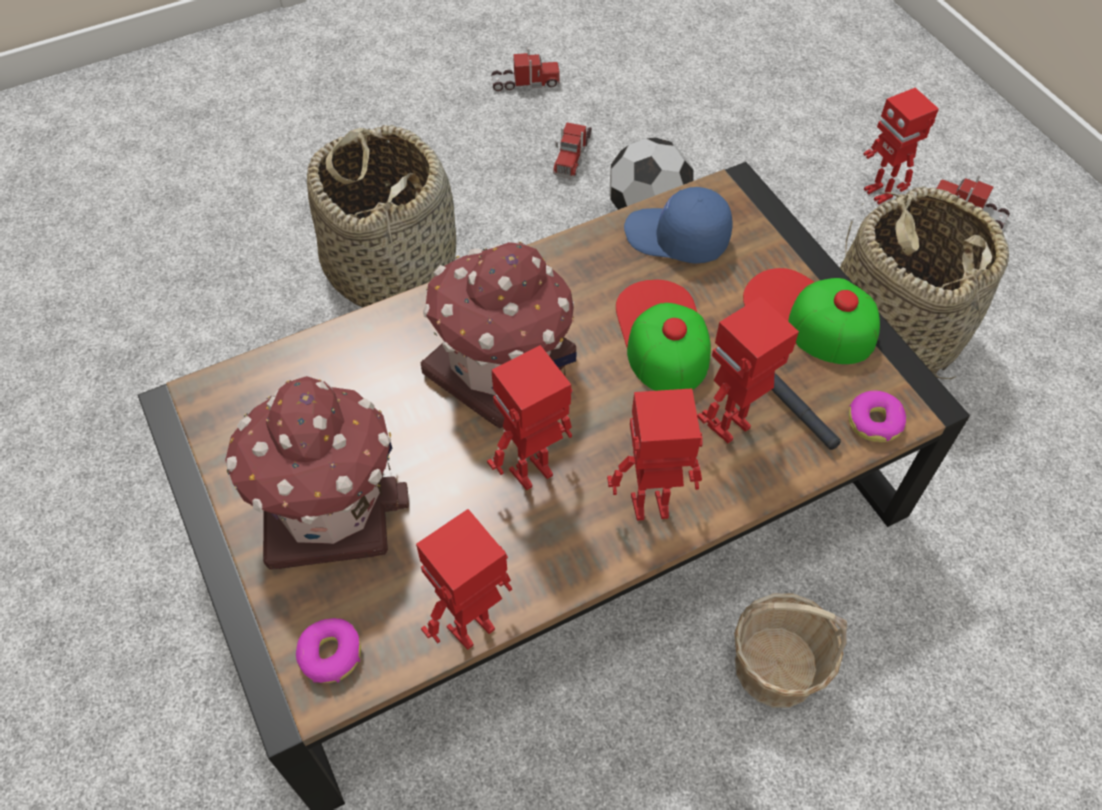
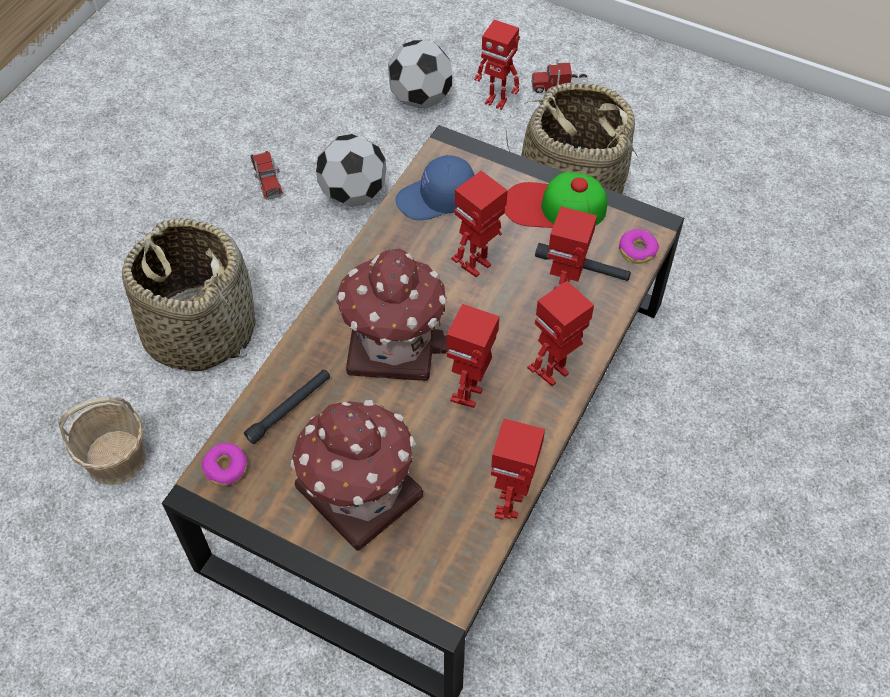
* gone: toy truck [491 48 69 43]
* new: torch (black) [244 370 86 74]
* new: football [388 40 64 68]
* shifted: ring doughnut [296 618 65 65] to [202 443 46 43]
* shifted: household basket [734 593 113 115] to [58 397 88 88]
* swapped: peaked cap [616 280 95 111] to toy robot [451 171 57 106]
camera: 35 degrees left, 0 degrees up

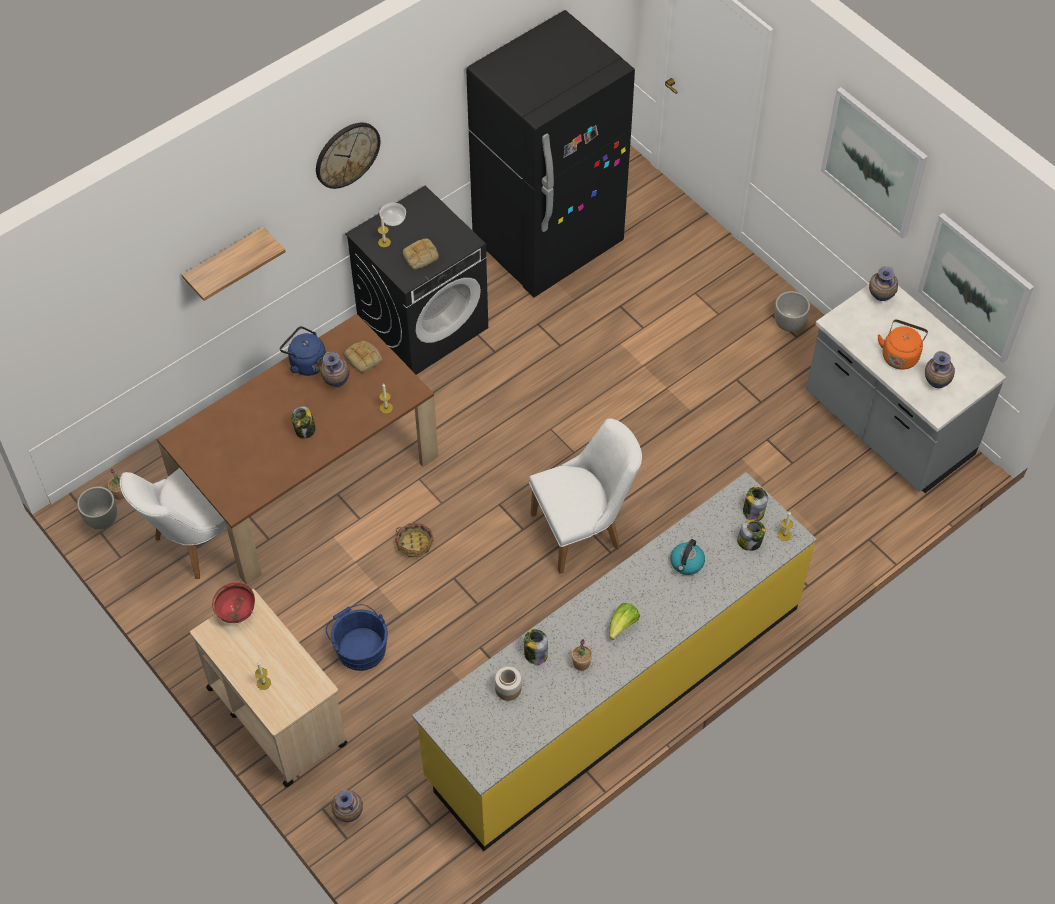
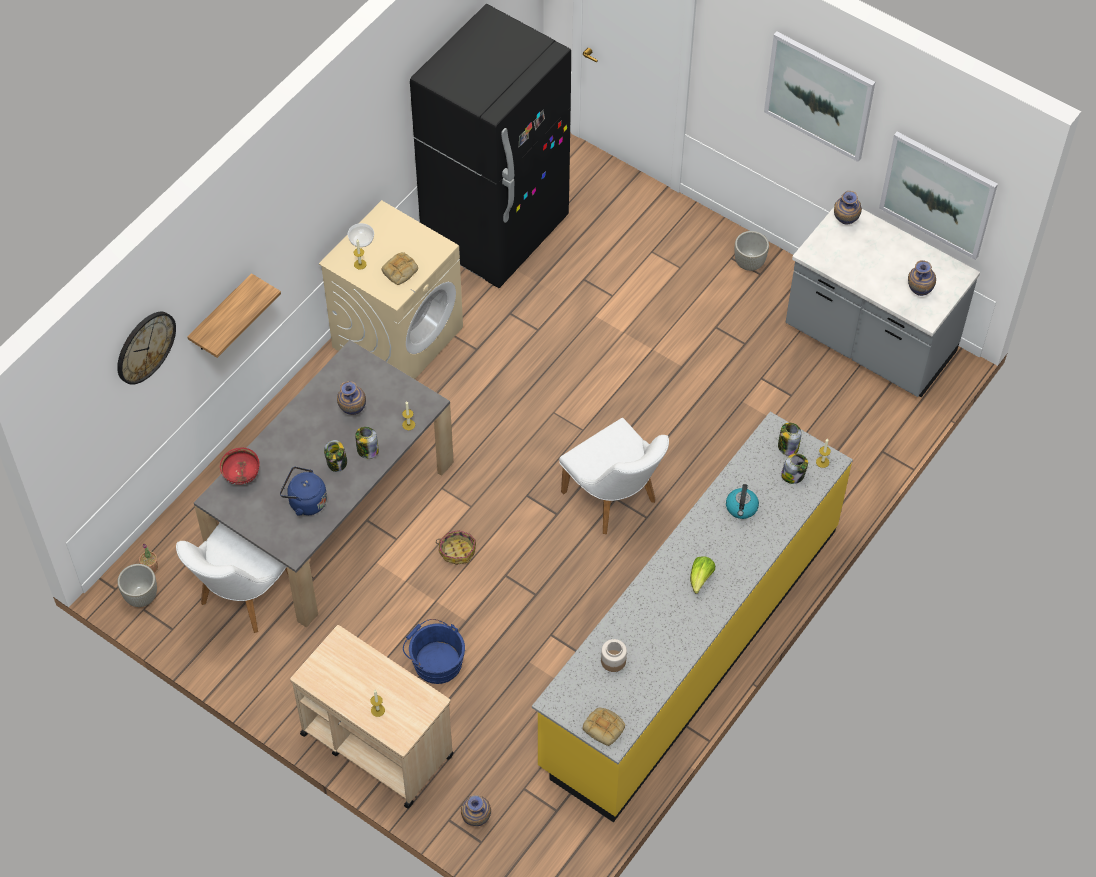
* gone: houseplant [572 639 20 32]
* gone: tea kettle (orangey) [877 319 51 51]
* shifted: deep dish (red-coloured) [212 583 43 40] to [220 448 39 37]
* shifted: tea kettle (bluish) [280 326 46 50] to [280 466 47 50]
* shifted: wall clock [316 123 64 66] to [117 312 59 73]
* shifted: baked bread [344 341 38 32] to [583 708 42 38]
* shifted: preserve jar [524 629 24 36] to [355 427 24 32]
* repainted: dinner table (brown) [157 314 281 271] to dinner table (grey) [194 340 260 287]
* repainted: laundry machine (black) [345 185 143 190] to laundry machine (beige-coloured) [319 200 144 179]
* rotated: upright chair (white) [529 419 113 155] = [559 418 110 116] 90 degrees clockwise
camera: 15 degrees left, 0 degrees up

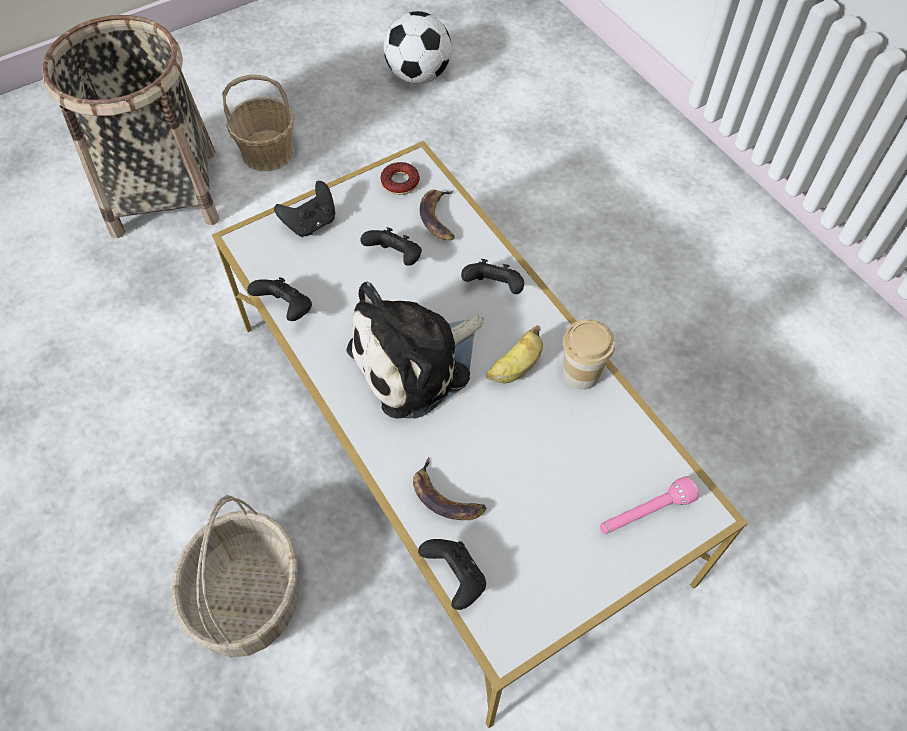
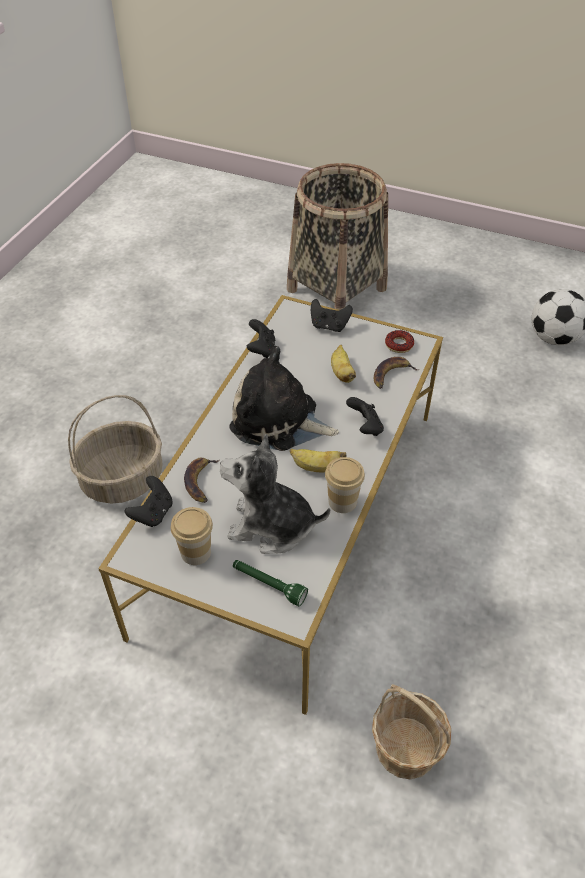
* new: small cup [171 507 42 58]
* new: cuddly toy [220 434 110 120]
* shifted: household basket [222 74 72 97] to [372 684 79 96]
* swapped: game controller (black) [360 227 62 39] to whole banana [331 345 25 38]
* repainted: torch (pink) [600 476 99 58] to torch (green-coloured) [233 560 75 46]
camera: 55 degrees right, 10 degrees down

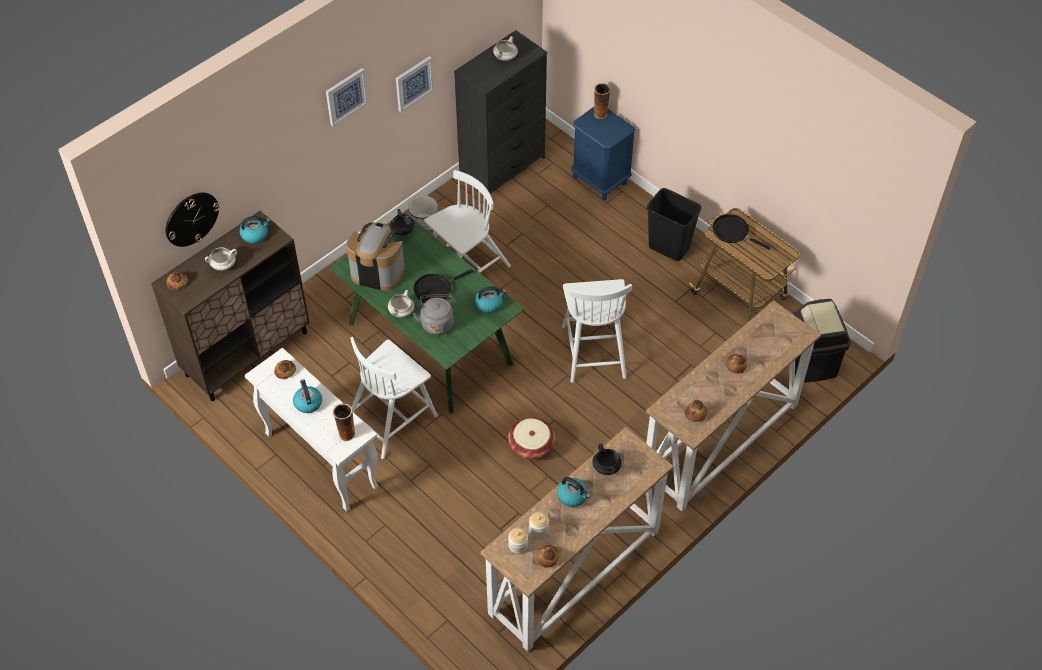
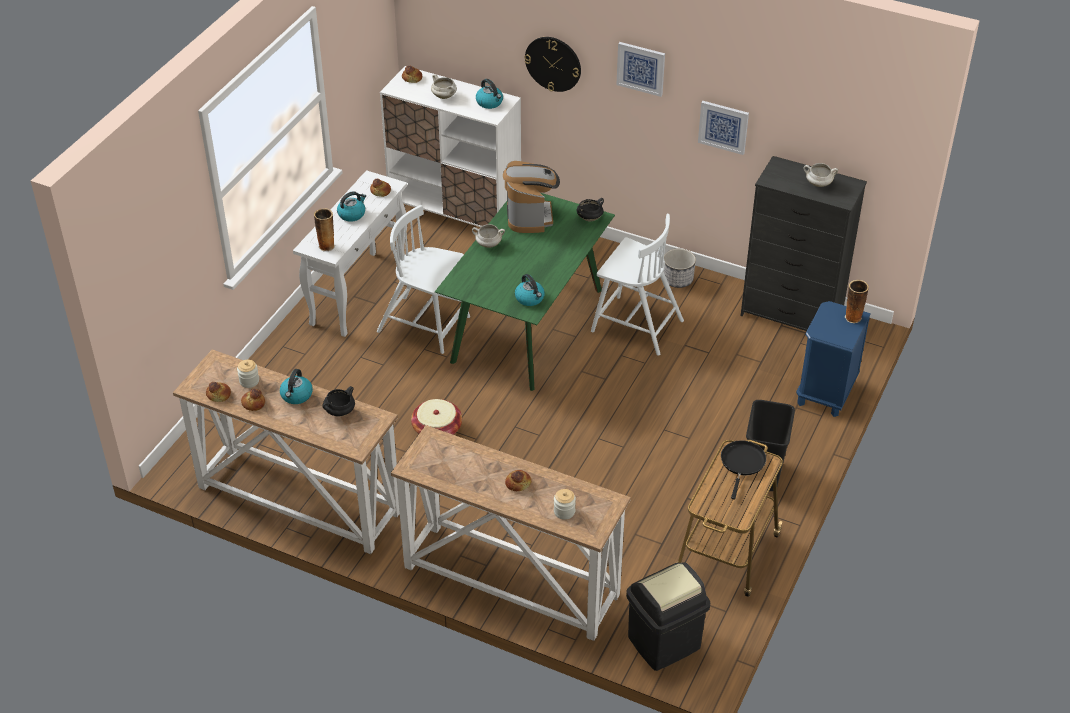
* gone: pan (black) [413 269 61 34]
* gone: tea kettle (grey) [413 294 41 41]
* gone: upright chair (white) [562 279 70 104]
* shifted: wall clock [166 193 54 54] to [524 37 57 55]
* shifted: preserve jar [508 528 20 26] to [554 489 22 31]
* shifted: baked bread [684 400 23 22] to [241 389 24 22]
* repainted: cabinet (brown) [151 211 159 190] to cabinet (white) [380 66 141 161]
camera: 70 degrees right, 10 degrees down

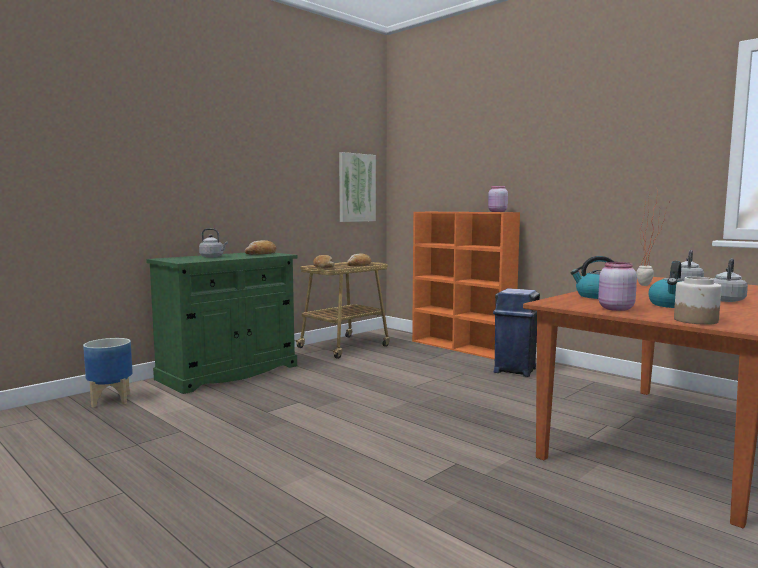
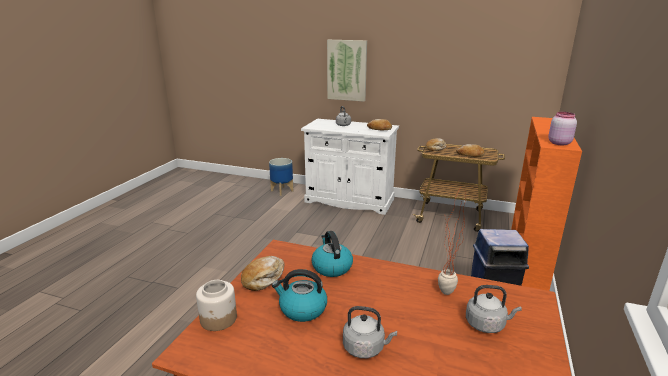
* shifted: picture [339 152 37 70] to [327 40 40 62]
* swapped: preserve jar (pink) [598 262 39 49] to baked bread [241 256 44 35]
* repainted: cabinet (green-coloured) [146 253 152 141] to cabinet (white) [301 119 98 96]
camera: 65 degrees right, 15 degrees up

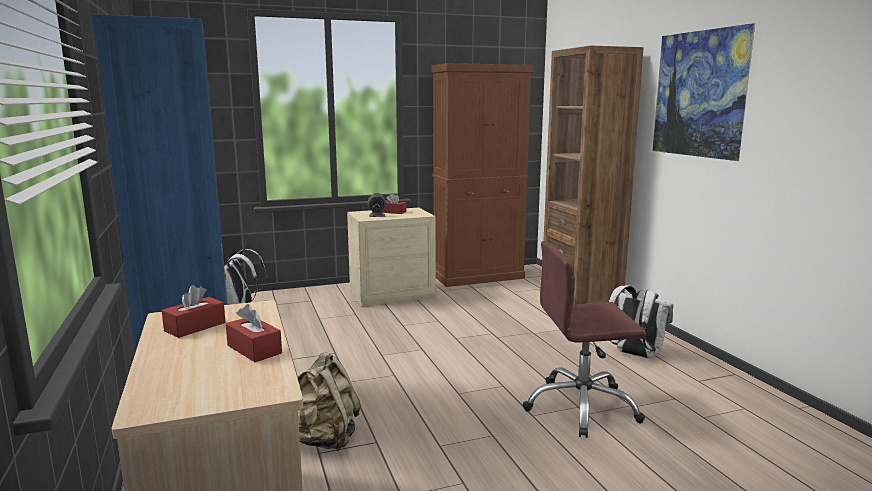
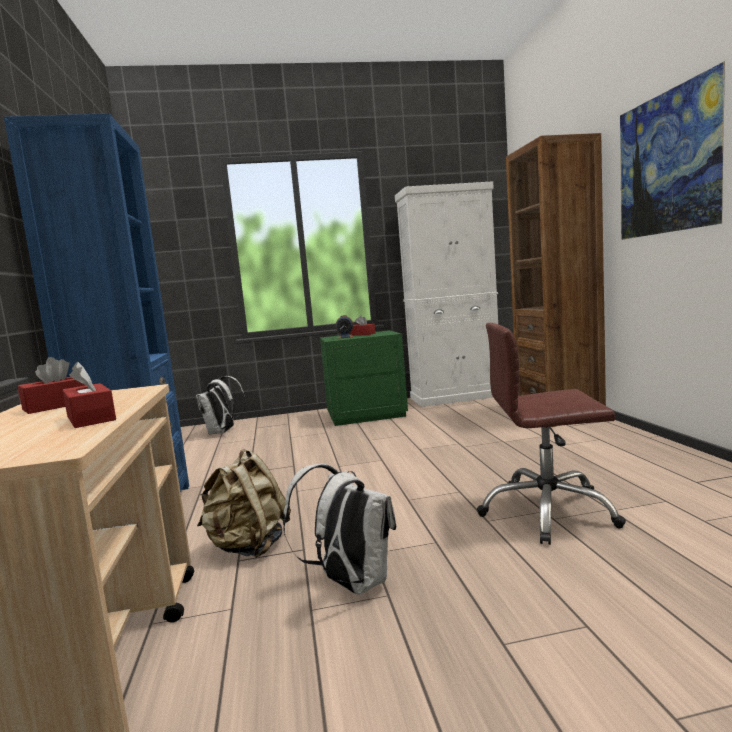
* shifted: knapsack (white) [609 285 64 73] to [283 464 113 131]
* repainted: night table (beige-coloured) [347 208 89 98] to night table (green-coloured) [320 330 88 96]
* repainted: cabinet (brown) [432 63 101 224] to cabinet (white) [395 181 103 226]
camera: 10 degrees right, 5 degrees down

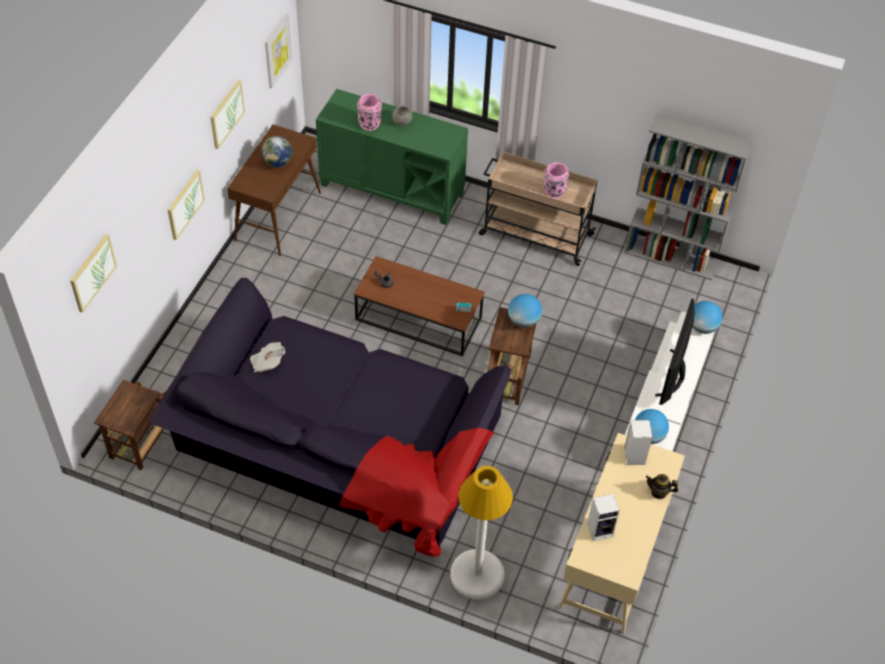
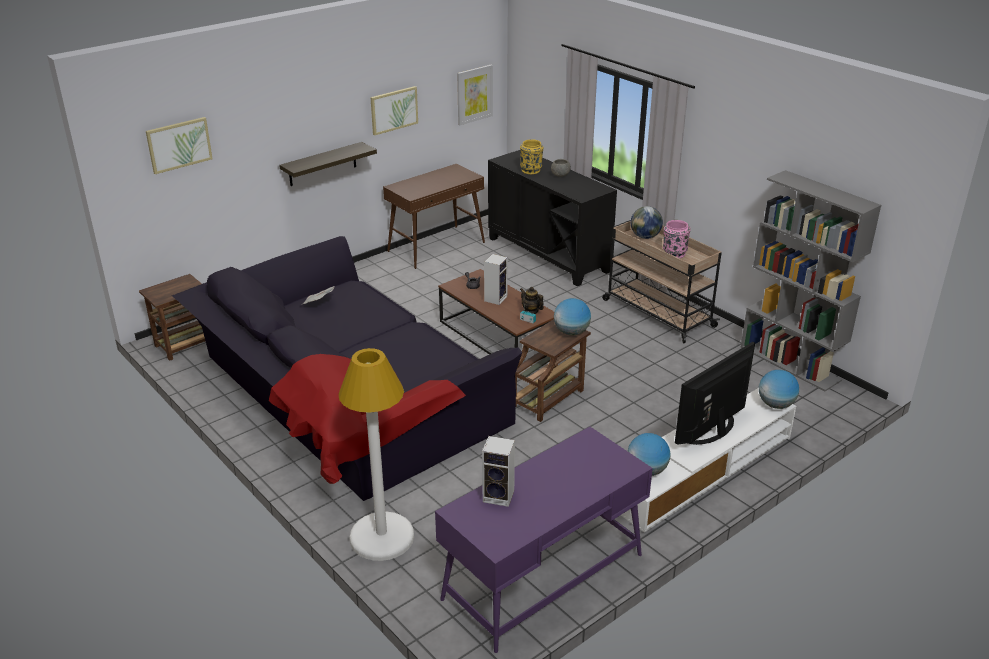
* shifted: world globe [261 136 32 32] to [631 206 32 33]
* shifted: audio speaker [624 420 28 45] to [484 254 24 51]
* shifted: pot for tea [646 474 32 25] to [520 287 24 27]
* swapped: picture [168 170 37 70] to wall shelf [279 142 98 44]
* repainted: cabinet (green-coloured) [316 89 152 136] to cabinet (black) [488 150 129 136]
* repainted: vase (pink) [357 94 25 37] to vase (yellow-coloured) [520 139 23 35]
* repainted: desk unit (beige-coloured) [558 433 127 201] to desk unit (purple) [435 427 218 226]
camera: 30 degrees right, 20 degrees down

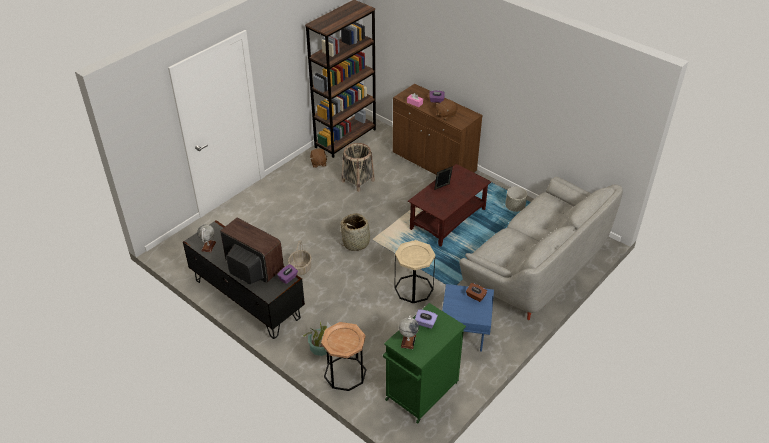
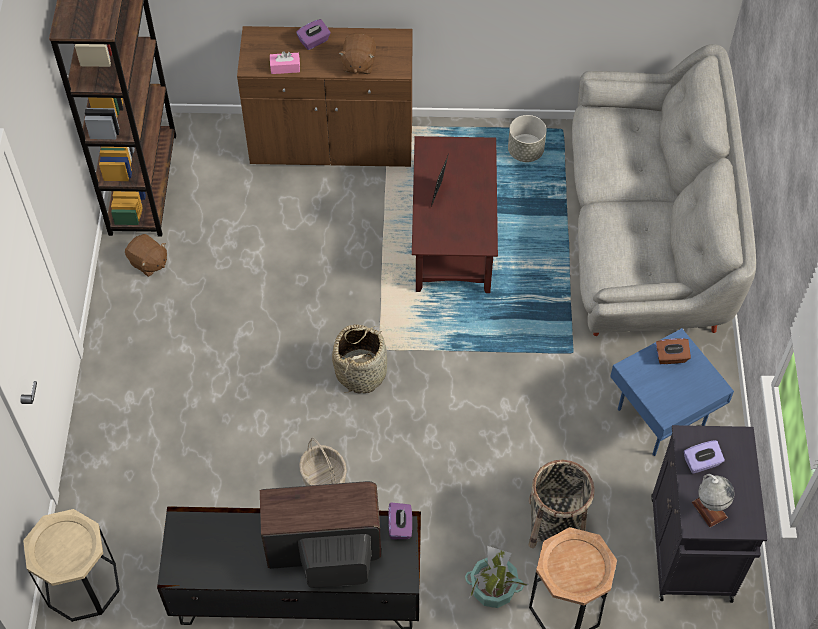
* gone: world globe [197 225 19 27]
* shifted: household basket [342 143 33 49] to [528 460 67 88]
* shifted: side table (beige-coloured) [395 240 40 63] to [23 509 97 113]
* repainted: cabinet (green-coloured) [383 303 83 121] to cabinet (black) [651 425 117 178]
camera: 40 degrees left, 15 degrees up

